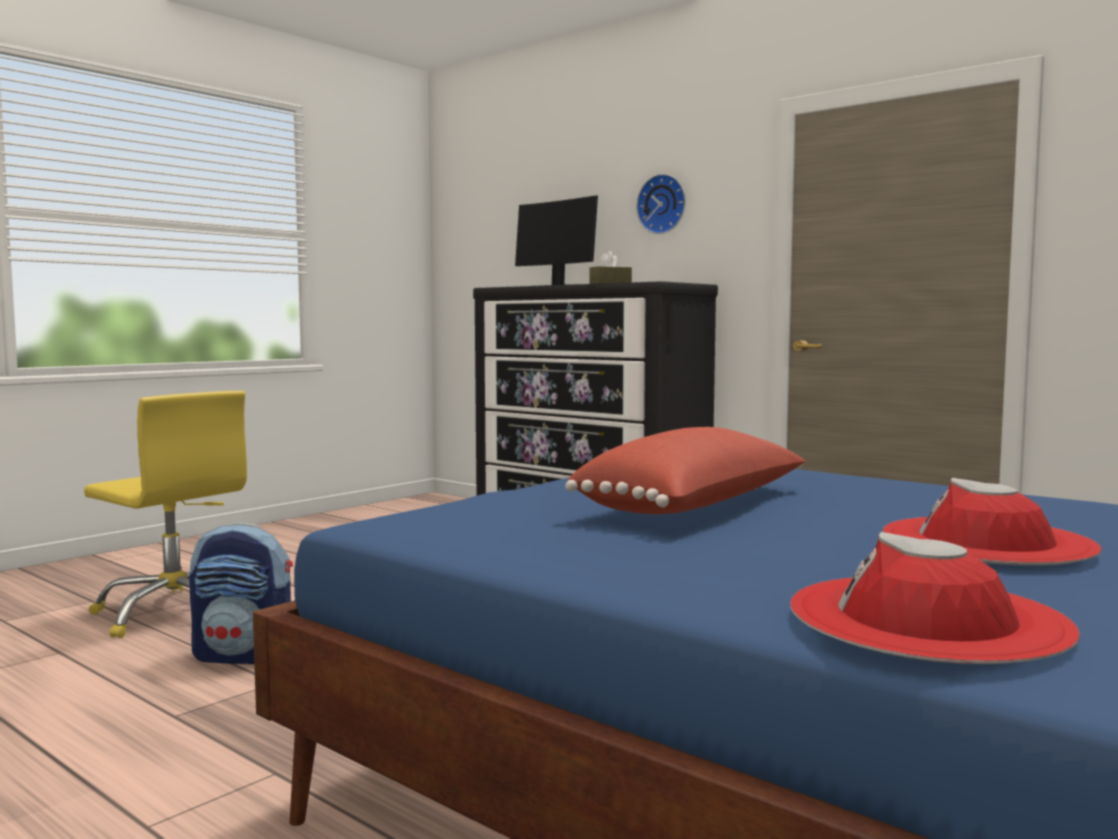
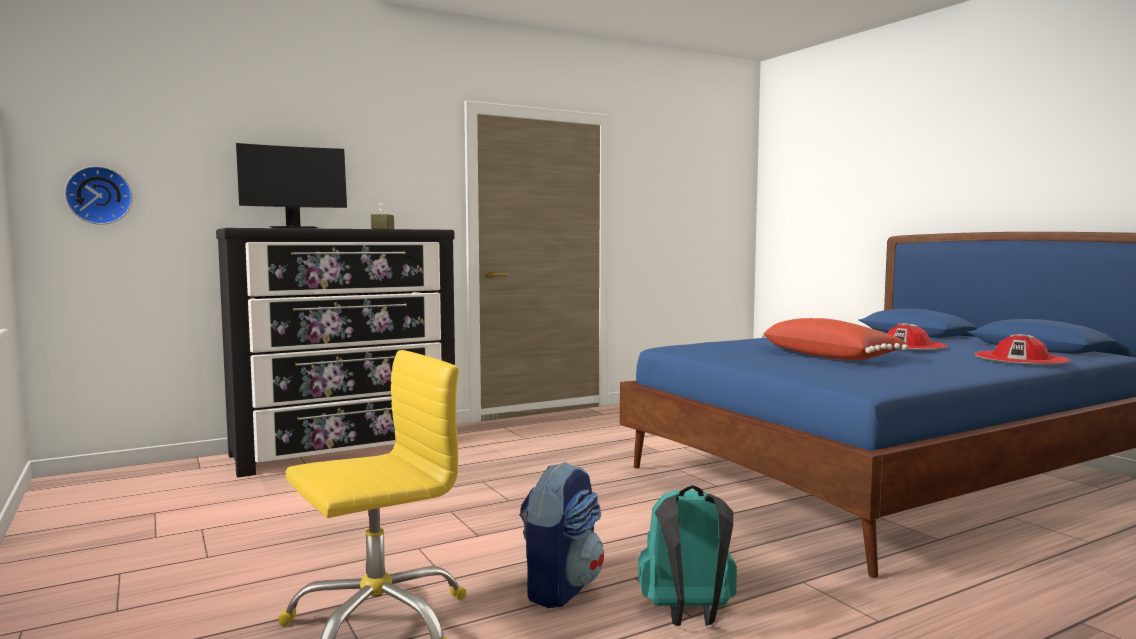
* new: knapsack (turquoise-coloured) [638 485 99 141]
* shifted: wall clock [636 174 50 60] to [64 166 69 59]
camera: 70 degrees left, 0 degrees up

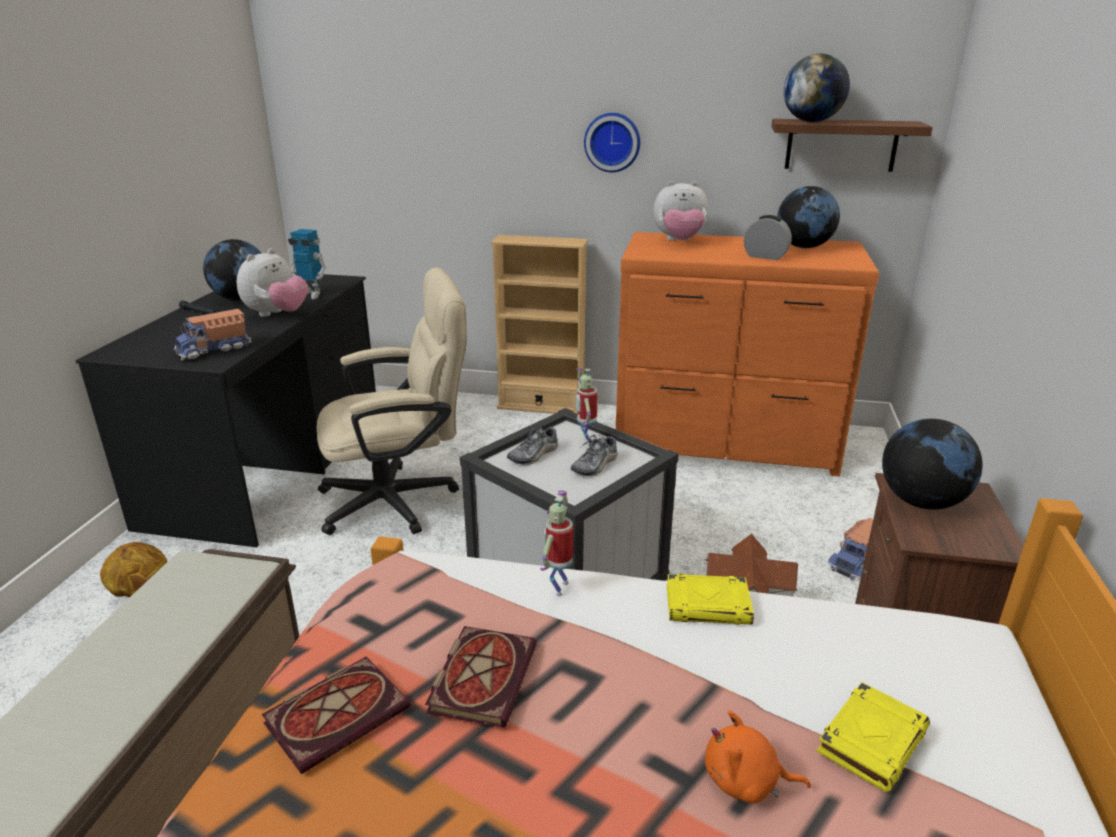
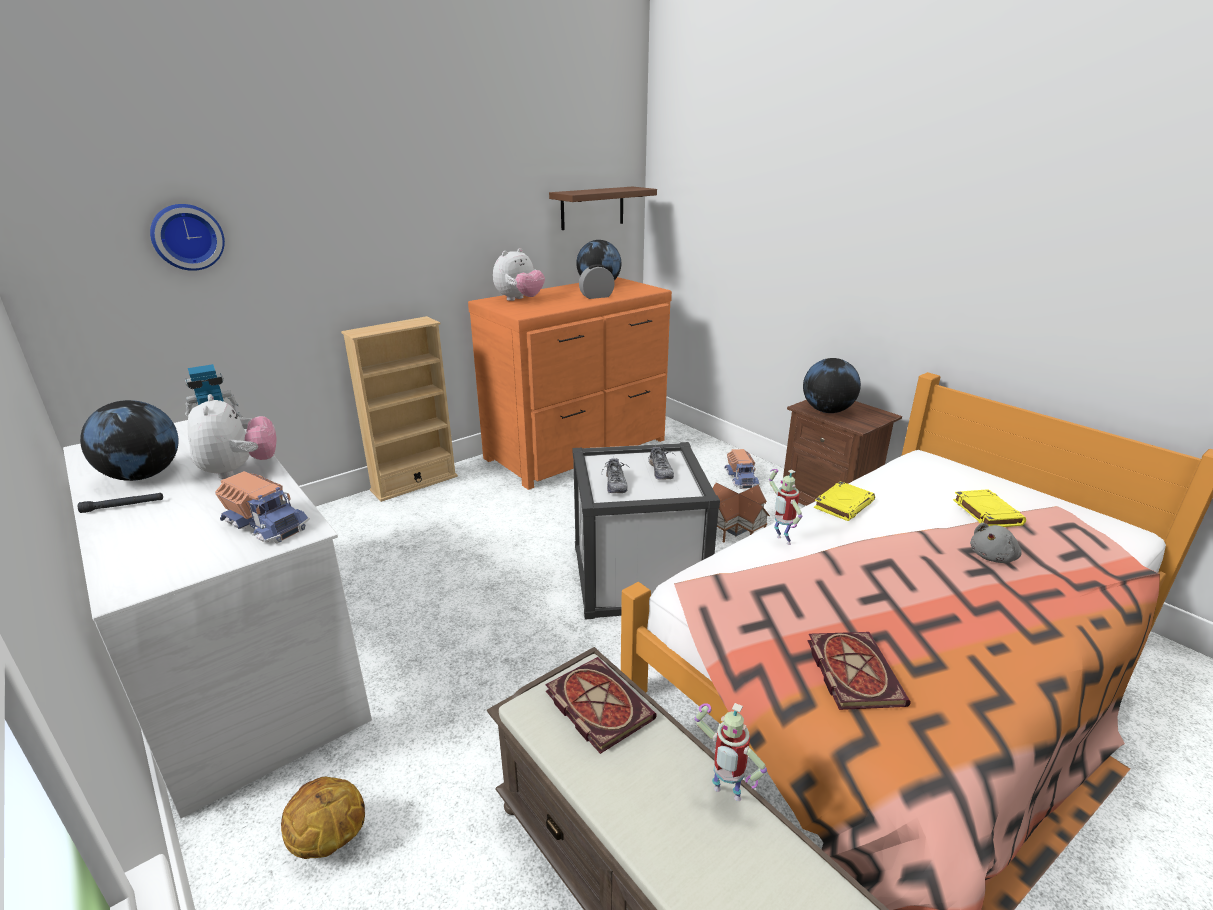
* gone: desk chair (beige-coloured) [317 268 150 267]
* gone: world globe [784 54 66 68]
* shifted: bound book [425 626 112 102] to [545 657 111 97]
* shifted: toy robot [575 368 23 79] to [695 703 72 98]
* shifted: wall clock [584 113 56 59] to [150 204 75 67]
* repainted: desk unit (black) [76 273 300 274] to desk unit (white) [63 417 309 402]
* repainted: cuddly toy (orangey) [705 710 106 93] to cuddly toy (grey) [970 523 52 40]
* rotated: toy truck [173 309 79 52] = [215 471 95 73] 60 degrees counterclockwise
camera: 50 degrees left, 0 degrees up

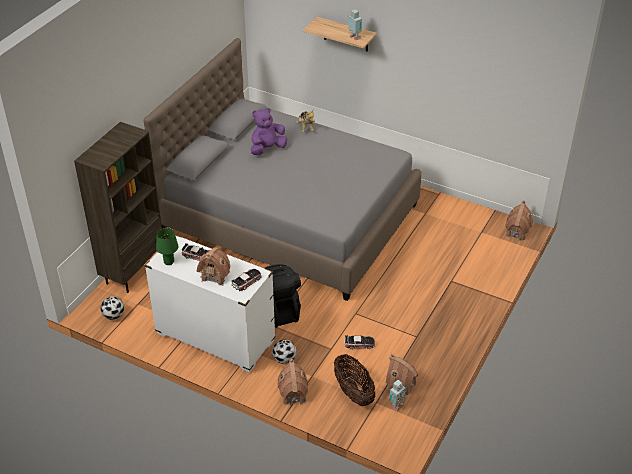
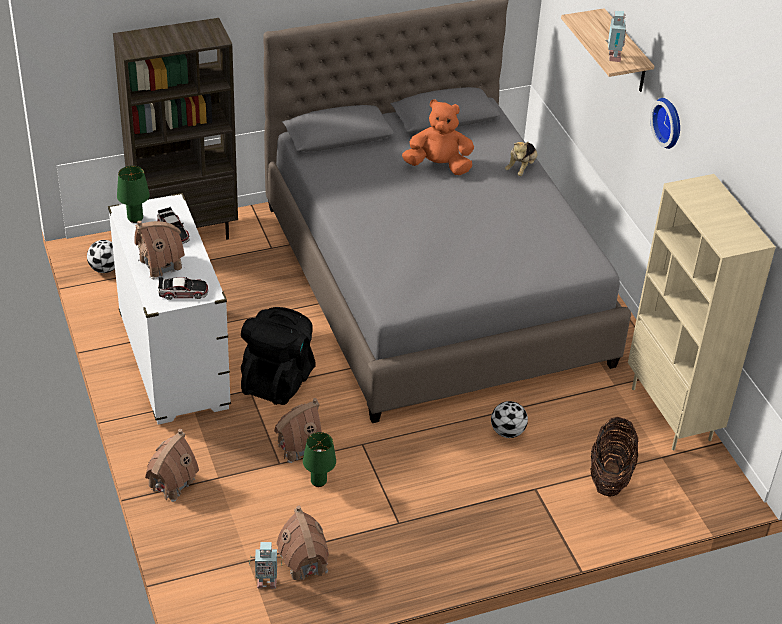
* new: bookshelf (beige-coloured) [628 174 148 276]
* new: wall clock [650 98 30 51]
* shifted: football [272 339 24 25] to [491 401 37 37]
* shifted: household basket [334 354 41 52] to [590 417 49 80]
* shifted: toy house [506 200 27 41] to [274 398 48 65]
* swapped: miniature car [344 335 31 14] to tabletop lamp (green-coloured) [303 432 33 55]
* repainted: cuddly toy (purple) [251 108 36 47] to cuddly toy (orangey) [402 99 72 76]
camera: 40 degrees right, 0 degrees up

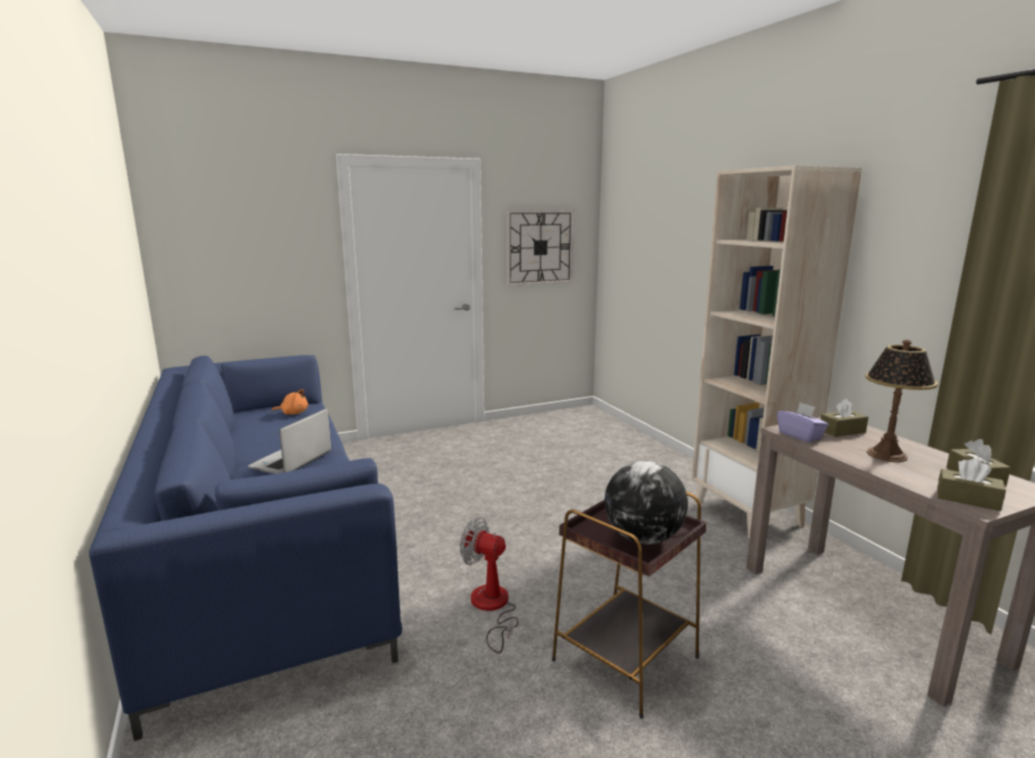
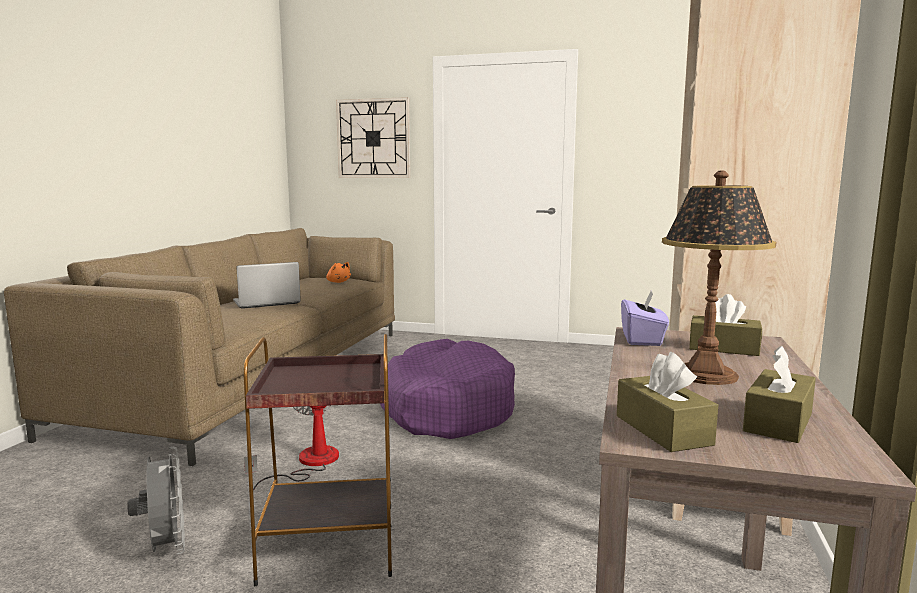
* gone: world globe [604 461 84 83]
* new: electric fan (grey) [127 447 58 108]
* new: dog cushion (purple) [380 339 135 100]
* shifted: wall clock [507 210 67 76] to [336 97 74 81]
* repainted: settee (bluish) [89 355 313 386] to settee (brown) [4 228 391 238]
camera: 40 degrees right, 5 degrees down

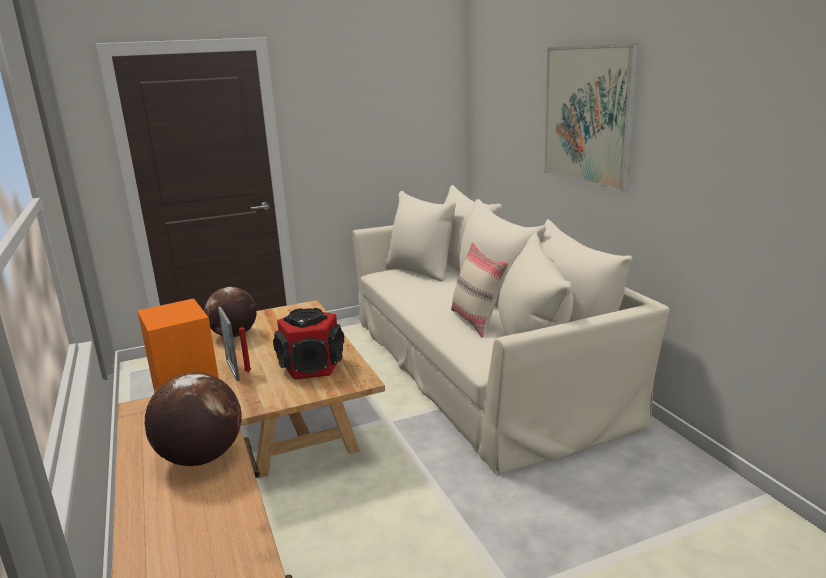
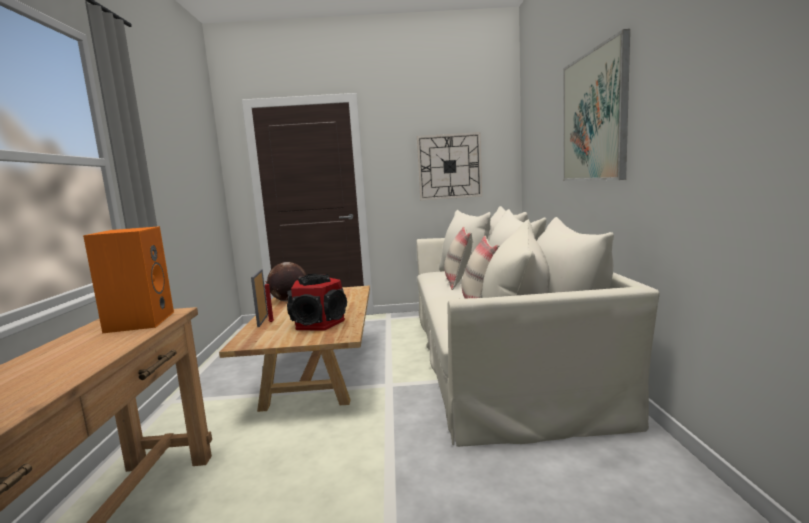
* gone: world globe [144 372 98 94]
* new: wall clock [417 132 65 68]
* new: pillow (beige-coloured) [444 227 29 63]
camera: 20 degrees right, 10 degrees down

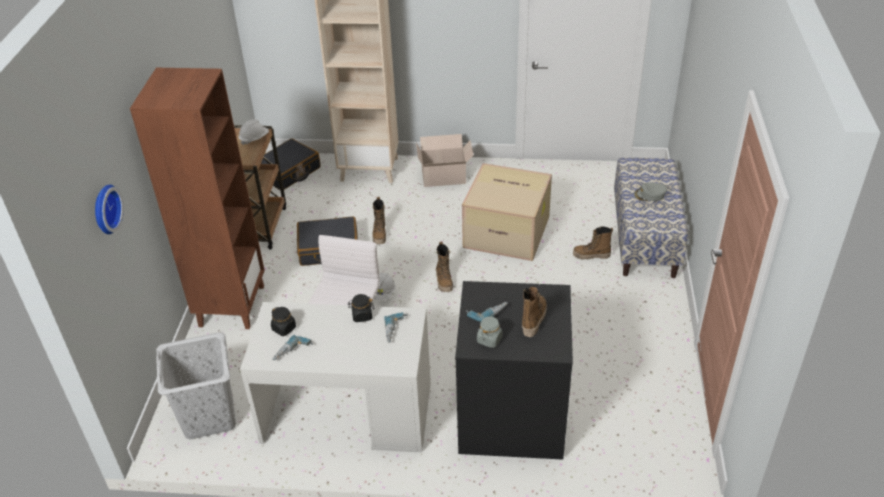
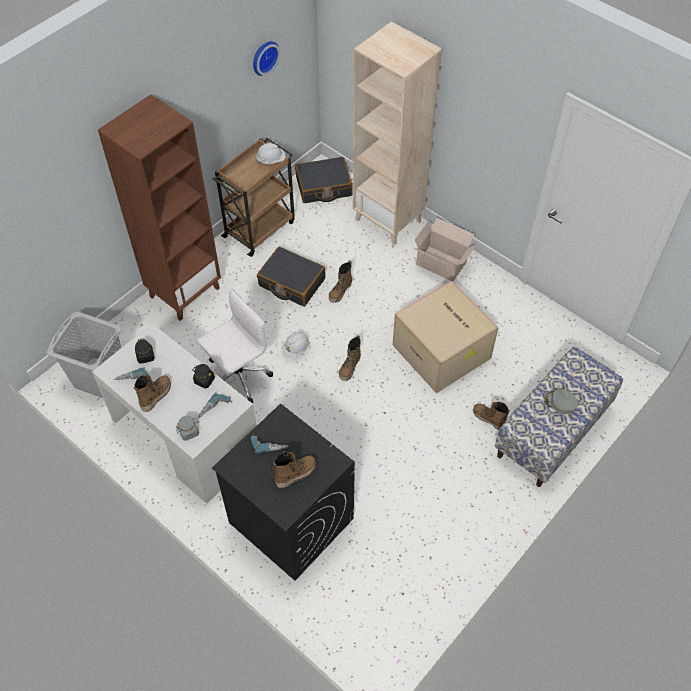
* new: high-top boot [134 375 37 37]
* shifted: wall clock [95 184 29 50] to [253 41 27 35]
* shifted: preserve jar (grey) [477 317 26 31] to [176 416 23 25]
camera: 35 degrees right, 15 degrees up

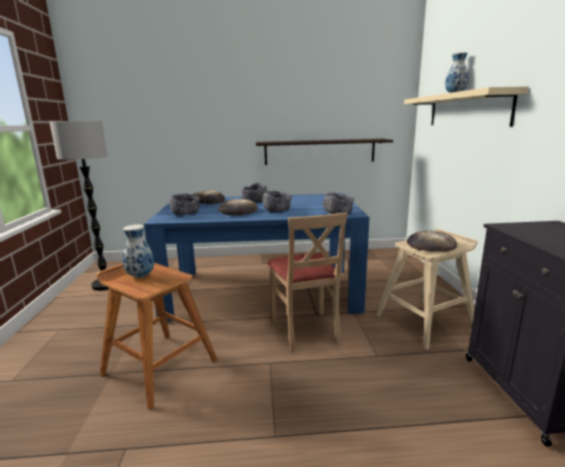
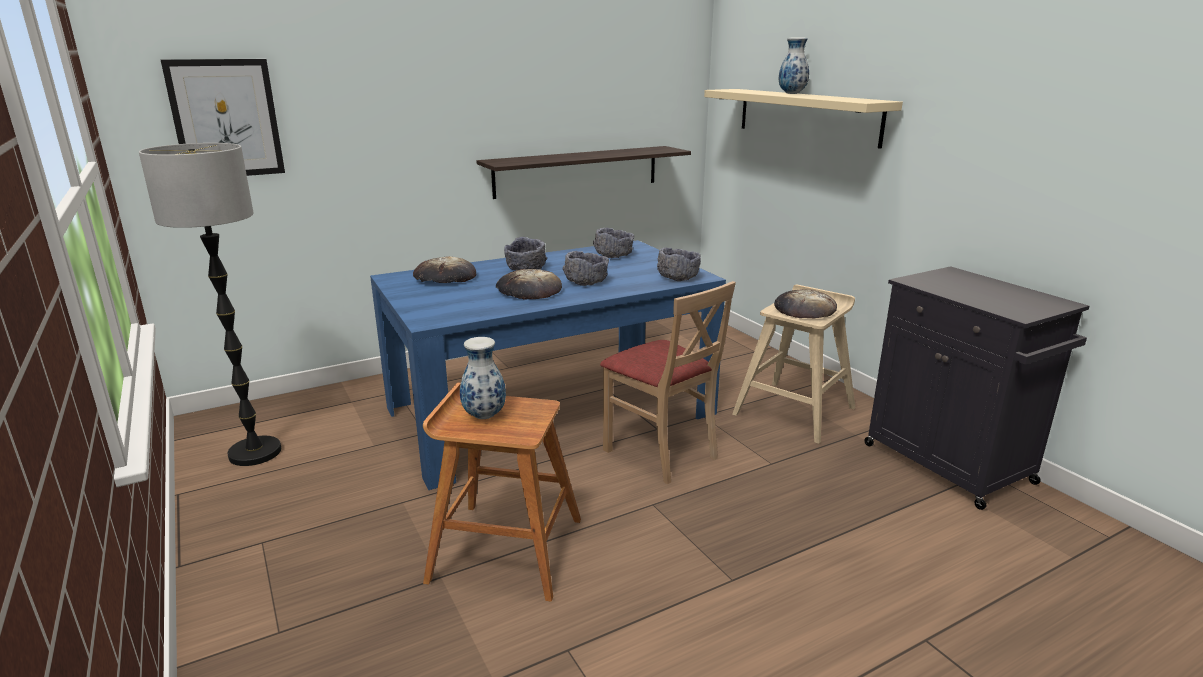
* new: picture [161 59 124 117]
* shifted: deep dish (grey) [170 194 29 21] to [593 228 41 30]
camera: 25 degrees left, 5 degrees up

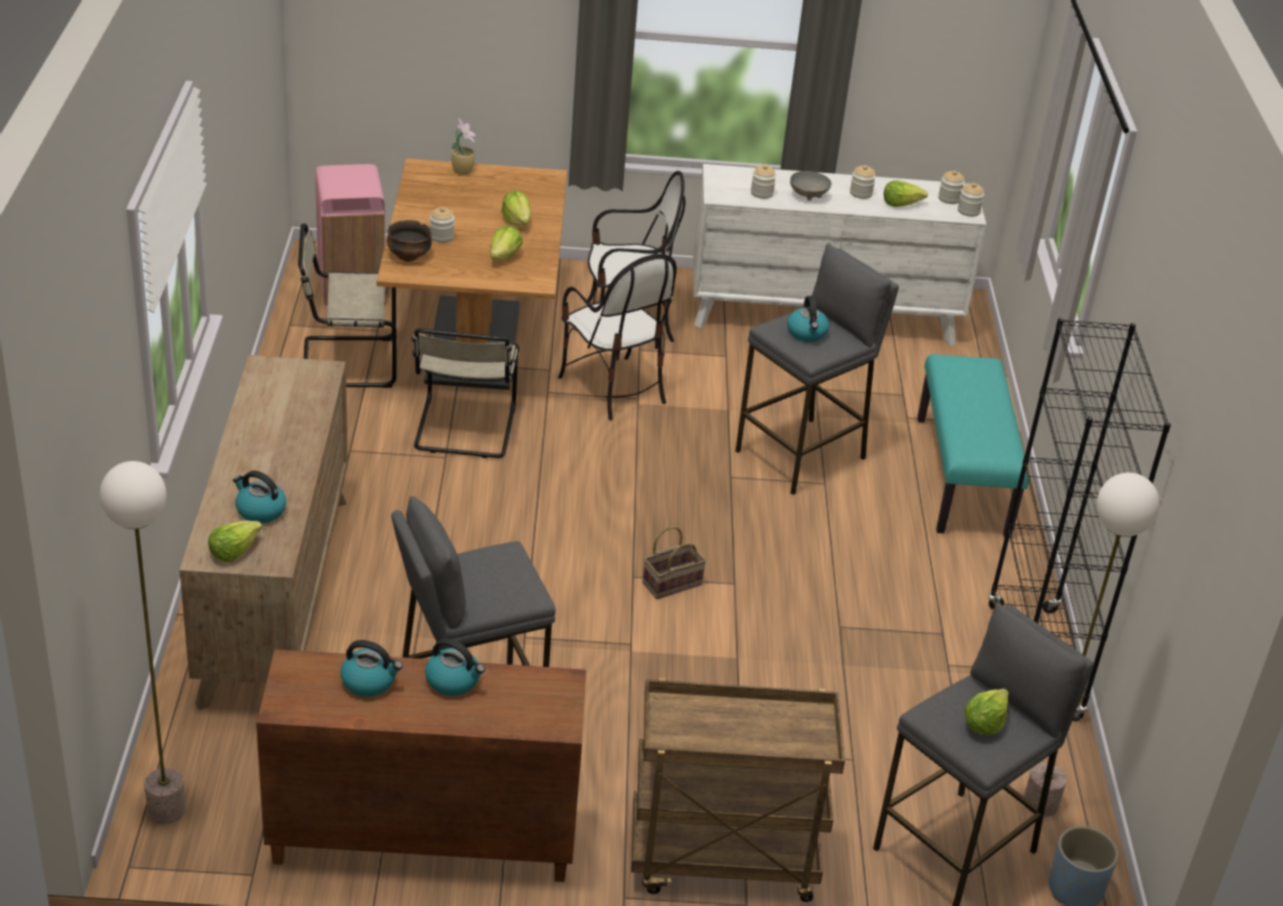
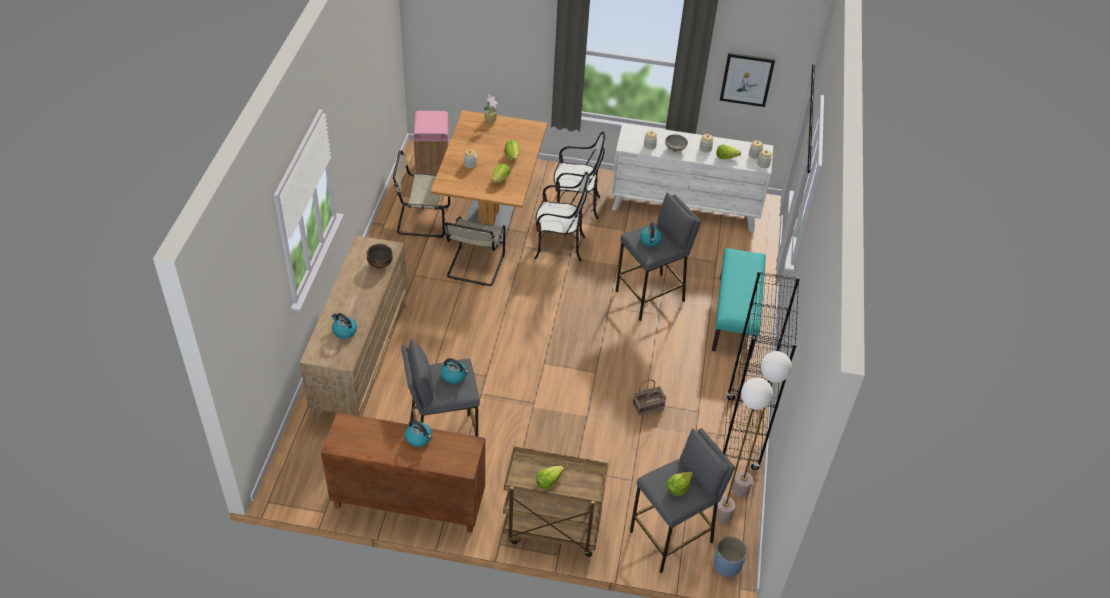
* new: picture [720 52 55 55]
* shifted: standing lamp [100 461 86 363] to [732 351 60 146]
* shifted: head of lettuce [208 521 54 41] to [536 466 28 24]
* shifted: tea kettle [340 640 63 57] to [441 358 28 26]
* shifted: deep dish [387 220 45 42] to [367 244 26 25]
* shifted: household basket [642 526 64 73] to [633 379 34 37]
* rotated: upright chair [558 254 119 166] = [534 172 56 89] 60 degrees counterclockwise
camera: 10 degrees right, 10 degrees up

